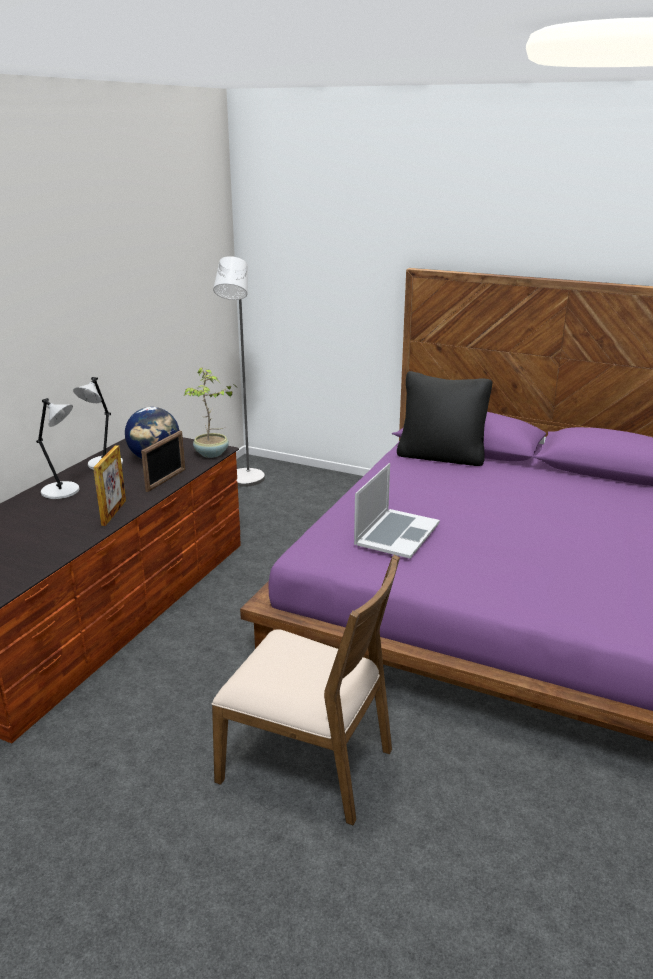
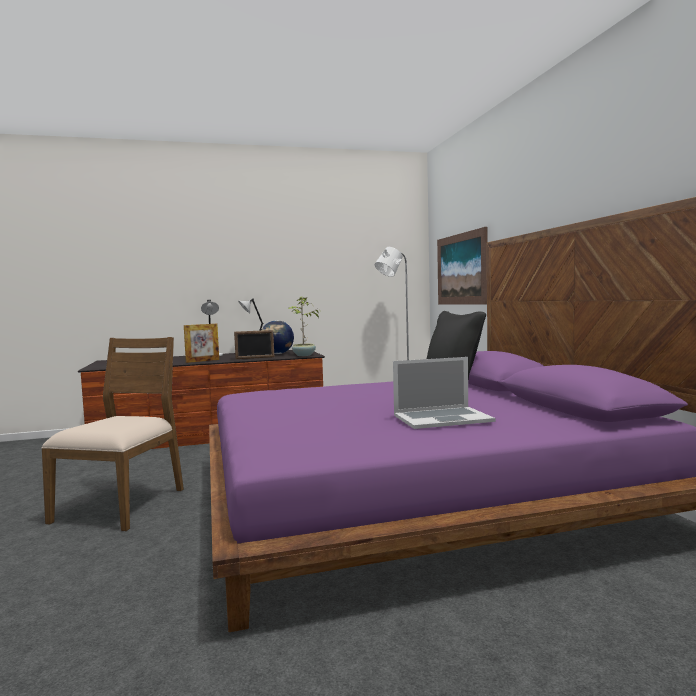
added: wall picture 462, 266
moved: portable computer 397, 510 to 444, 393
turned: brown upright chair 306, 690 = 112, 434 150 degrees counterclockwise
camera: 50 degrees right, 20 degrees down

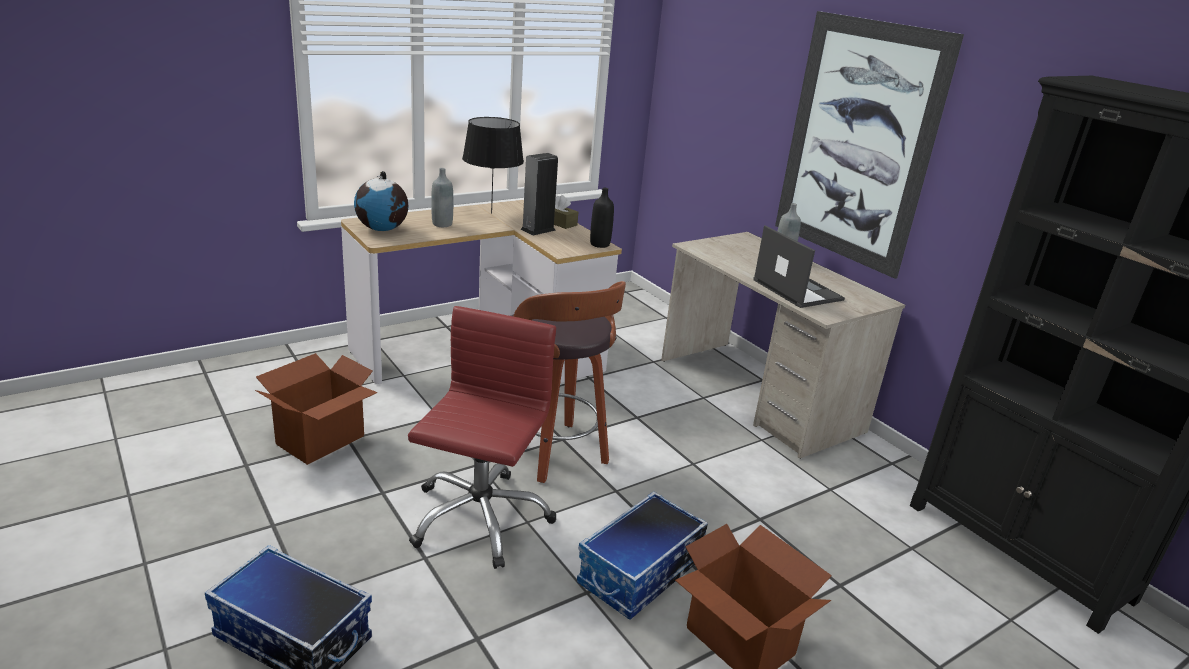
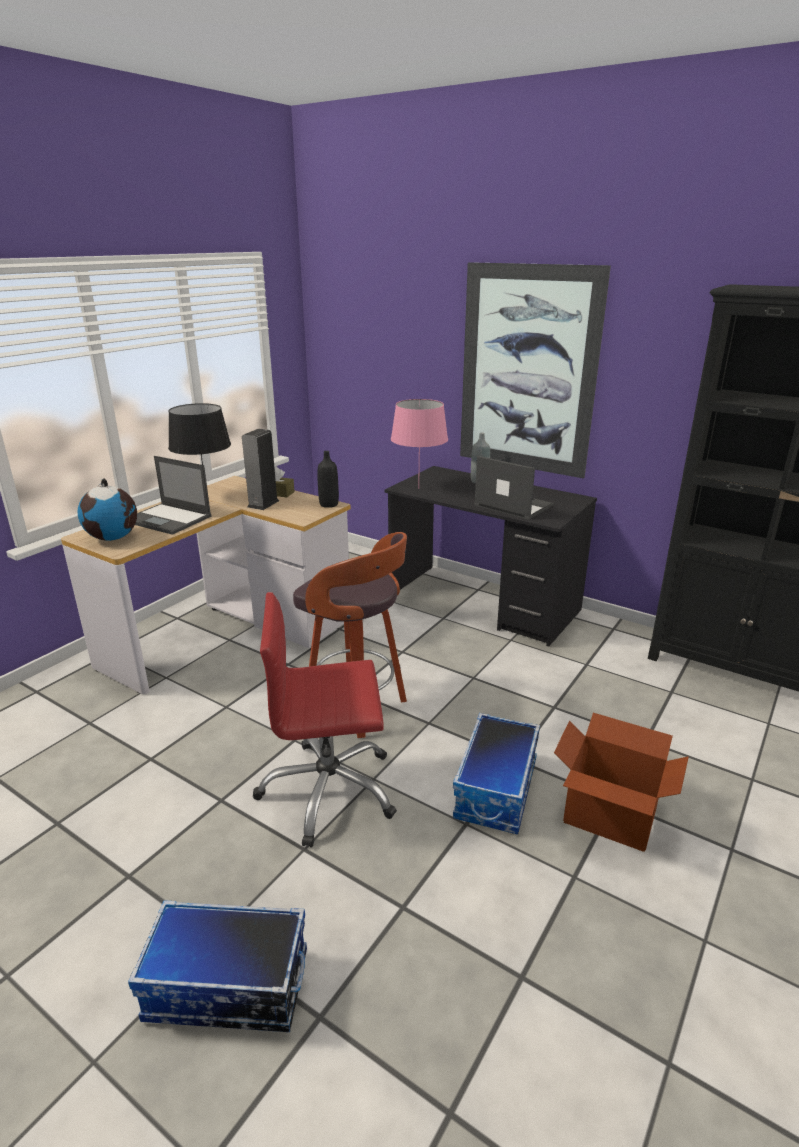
removed: packing box 316, 409
added: pink tabletop lamp 419, 444
replaced: grey beverage bottle 442, 197 to portable computer 173, 495
recoloured: beige desk table 783, 345 to blackish desk table 490, 556
turned: red-coloured desk chair 482, 437 = 325, 719 90 degrees counterclockwise
camera: 20 degrees left, 0 degrees up

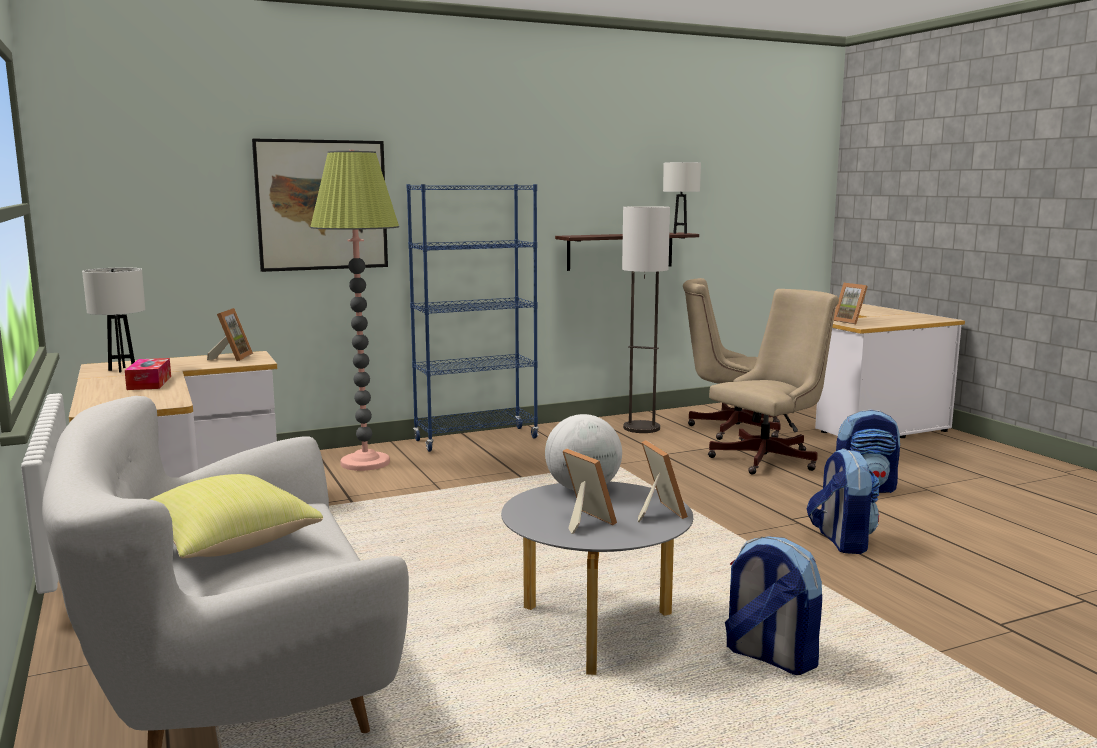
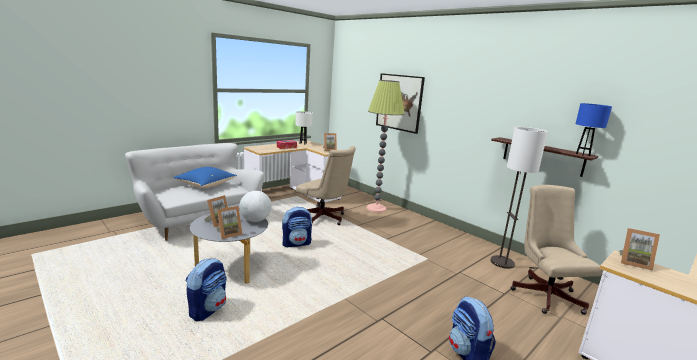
removed: blue-coloured bookshelf 472, 318
moved: beige desk chair 773, 382 to 326, 185; knapsack 843, 501 to 297, 227
recoloured: white-coloured tabletop lamp 682, 198 to blue-coloured tabletop lamp 594, 129; yellowish cushion 236, 516 to blue-coloured cushion 205, 177
turned: photo frame 850, 303 = 639, 249 105 degrees counterclockwise
camera: 70 degrees right, 5 degrees up

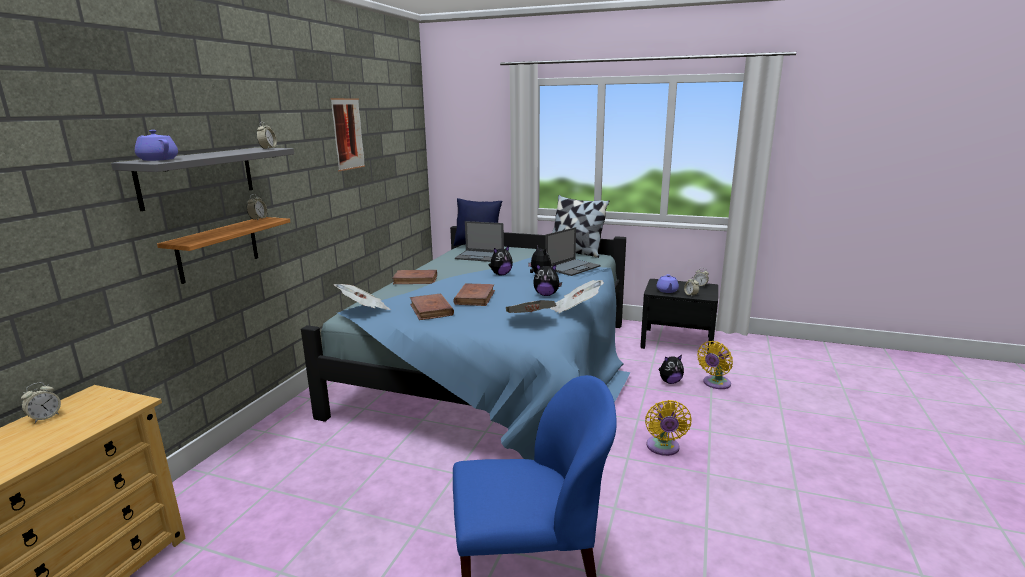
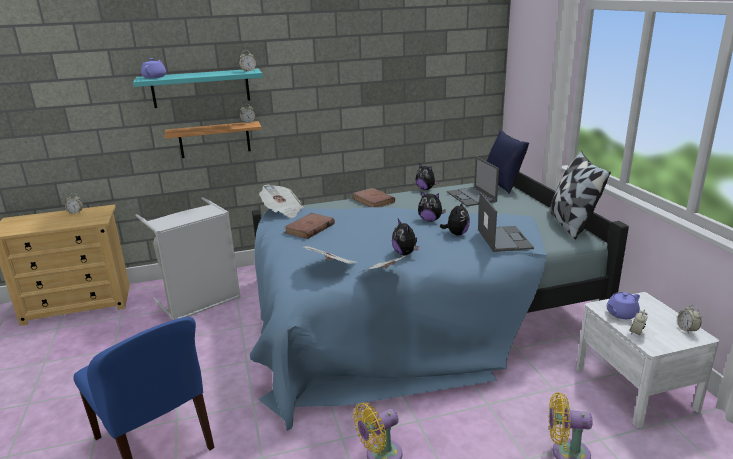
removed: wall picture 347, 134; brown volume 474, 294
added: grey washing basket 188, 258
moved: plush toy 671, 369 to 427, 177
recoloured: grey shelf 202, 179 to turquoise shelf 198, 88; blackish bedside table 679, 316 to white-coloured bedside table 647, 360
turned: portable computer 573, 251 = 506, 222 105 degrees counterclockwise
camera: 55 degrees right, 5 degrees up

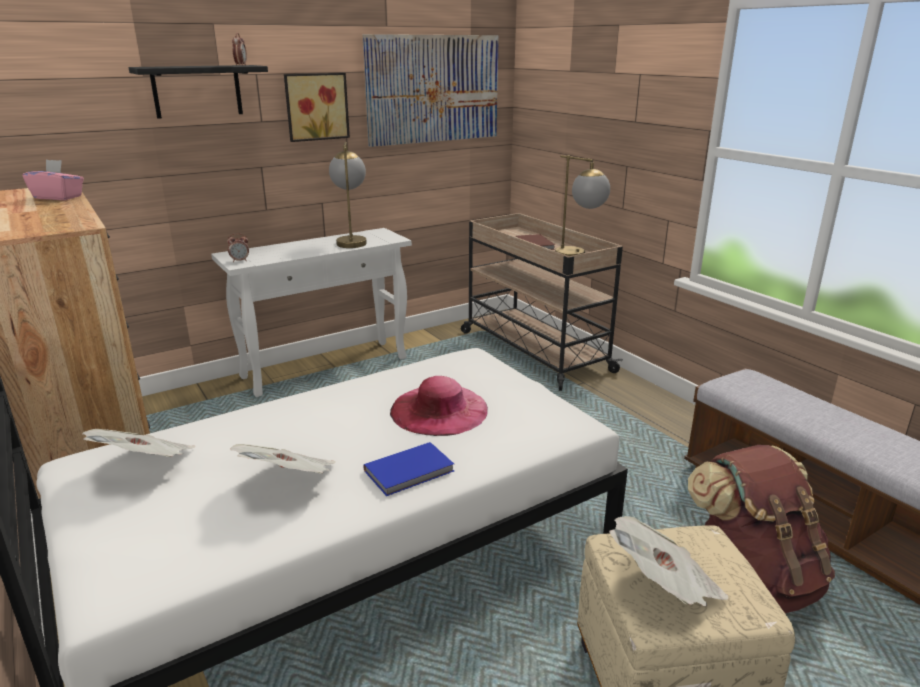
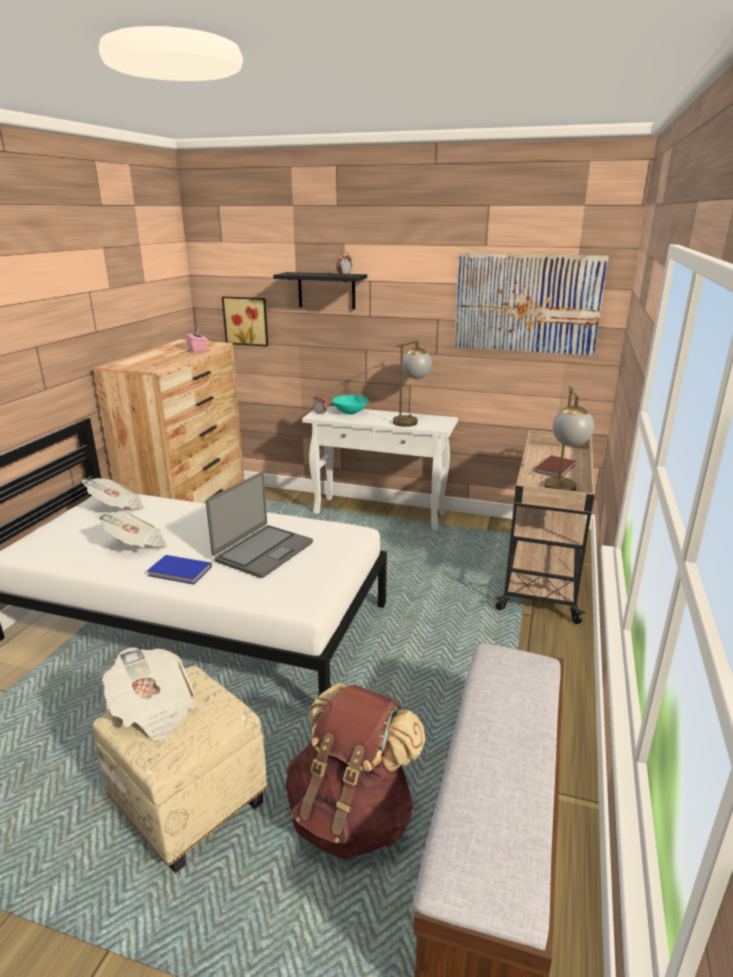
added: turquoise deep dish 350, 405
moved: wall picture 317, 107 to 245, 321
replaced: pink clothing hat 439, 406 to portable computer 259, 525
camera: 50 degrees right, 0 degrees up

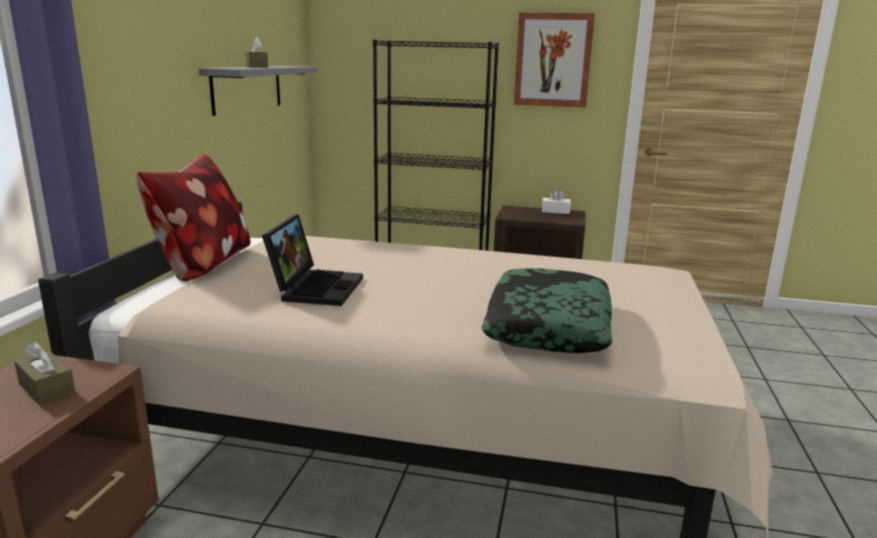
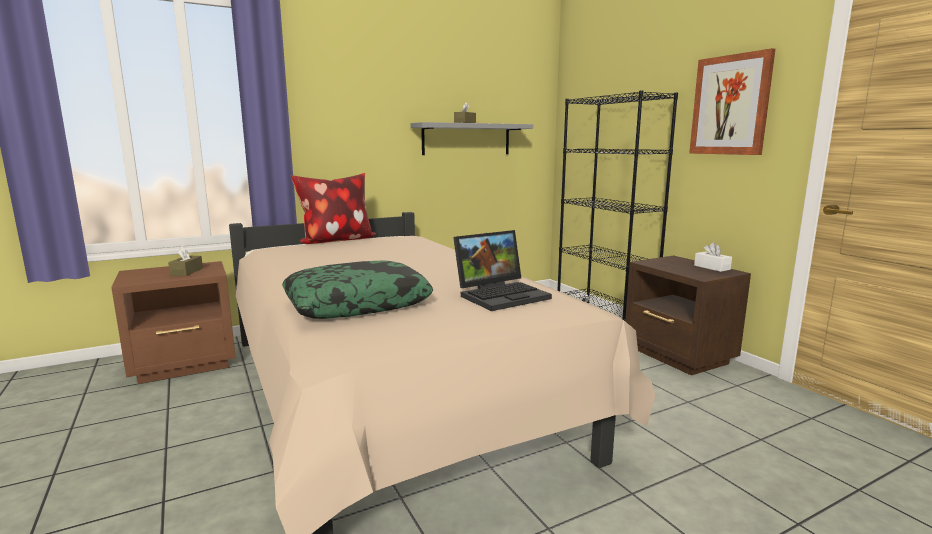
moved: portable computer 312, 260 to 502, 270
camera: 50 degrees right, 5 degrees down

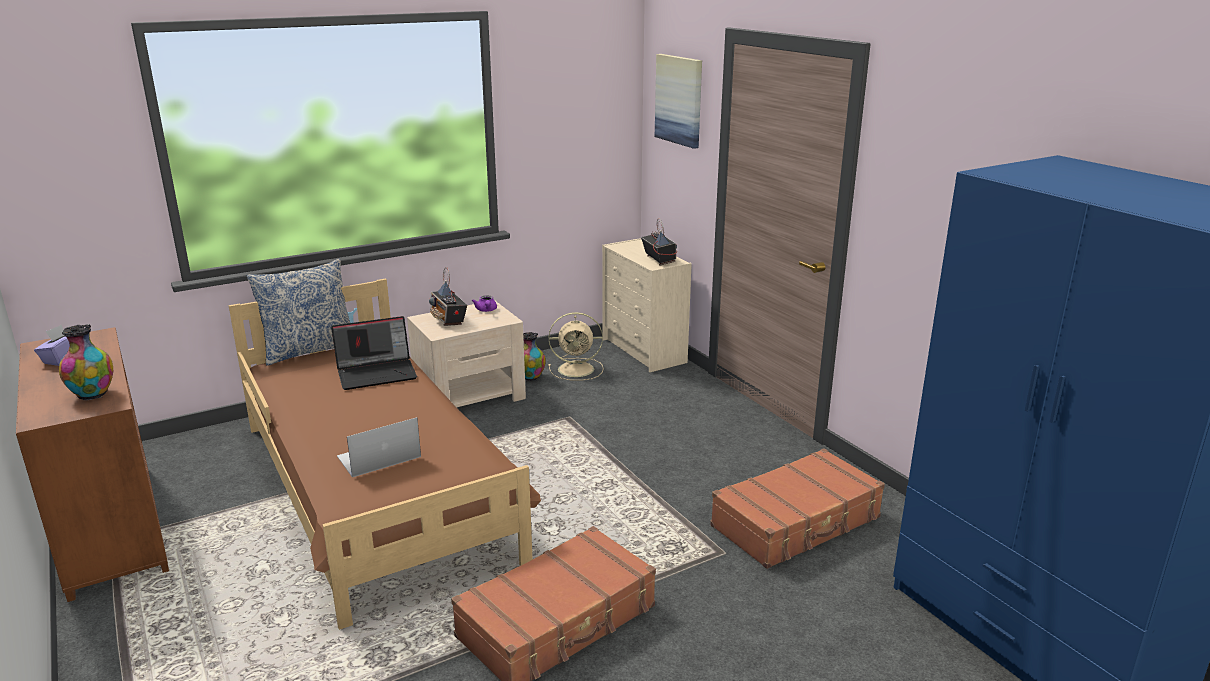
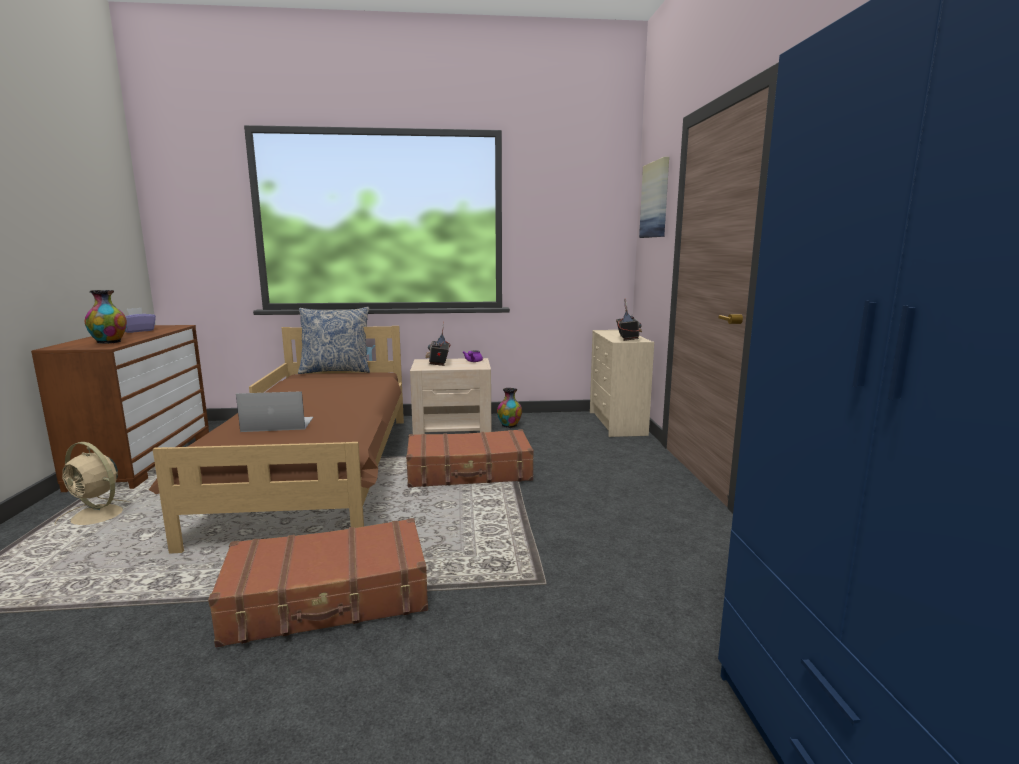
removed: portable computer 374, 353
moved: beige cooling fan 576, 346 to 91, 483; brown travel case 797, 508 to 470, 458
camera: 25 degrees right, 10 degrees down

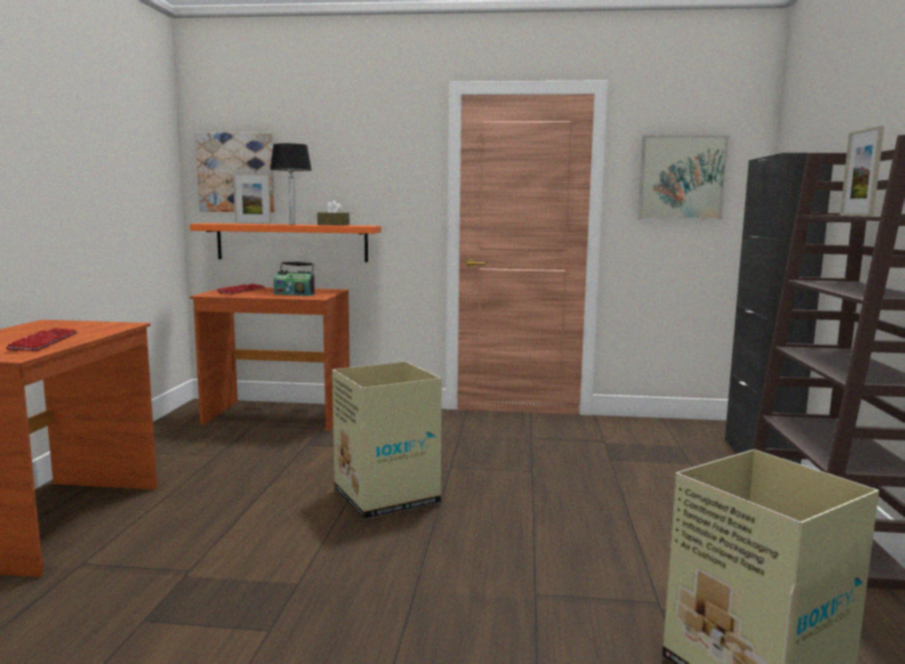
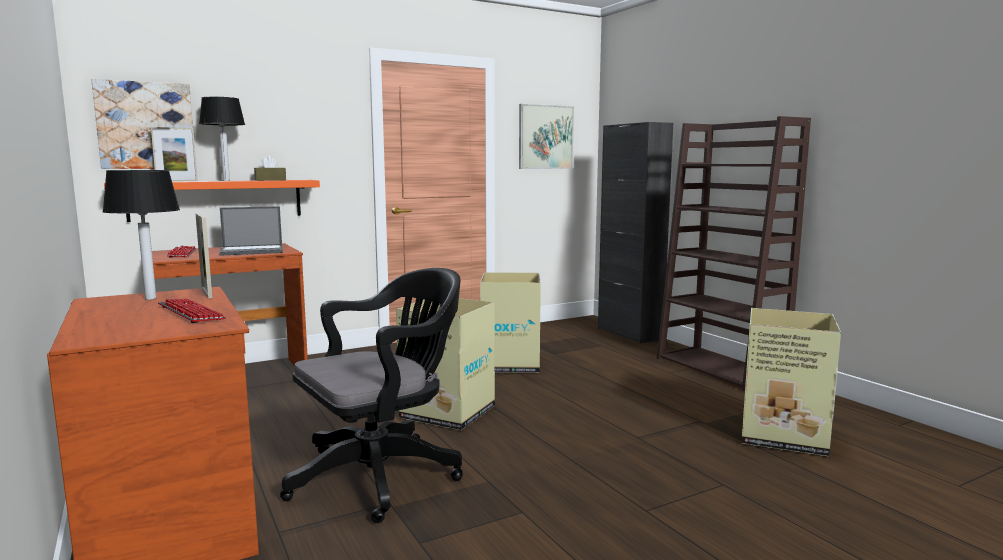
added: tabletop lamp 141, 235; blackish desk chair 371, 395; packing box 510, 322
moved: photo frame 862, 171 to 203, 255
replaced: radio set 294, 278 to portable computer 251, 231
camera: 35 degrees left, 0 degrees up

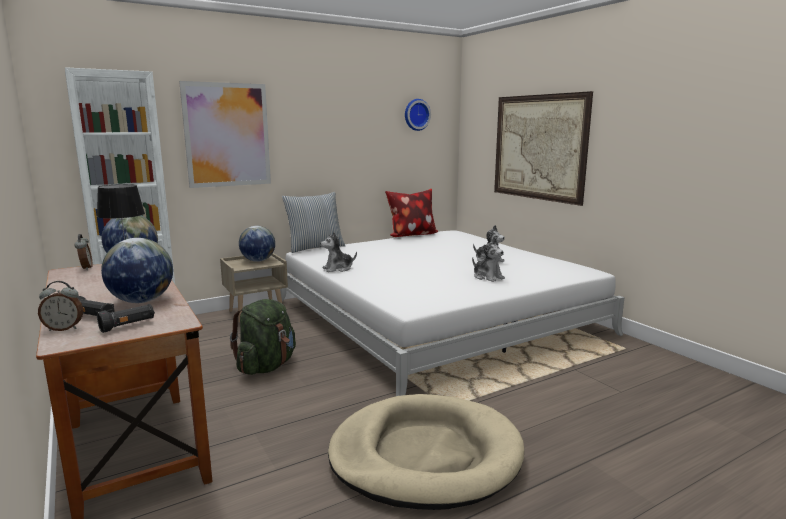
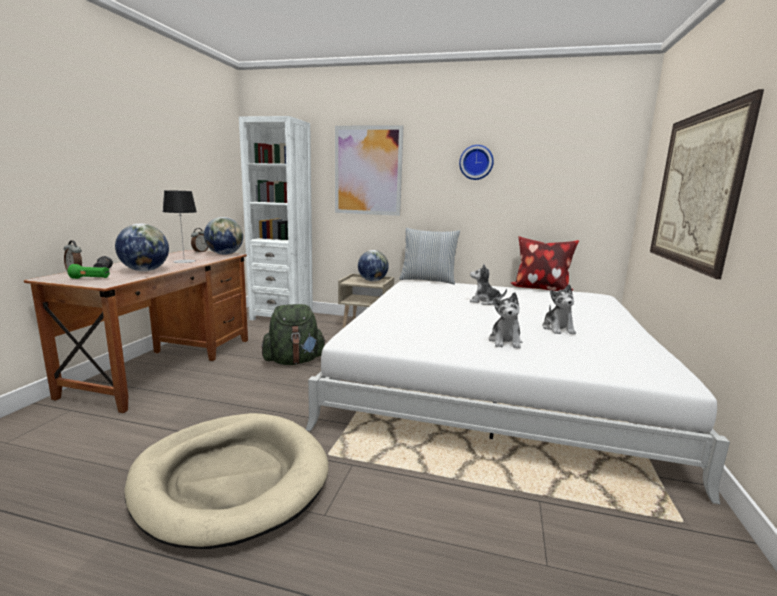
moved: hanging clock 418, 115 to 476, 162; plush toy 338, 252 to 488, 284
recoloured: blackish hand torch 126, 318 to green-coloured hand torch 89, 271
camera: 45 degrees right, 0 degrees up

